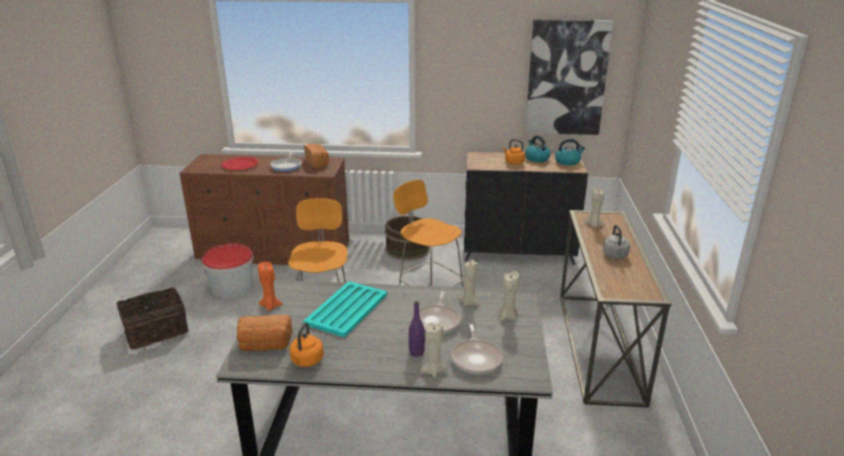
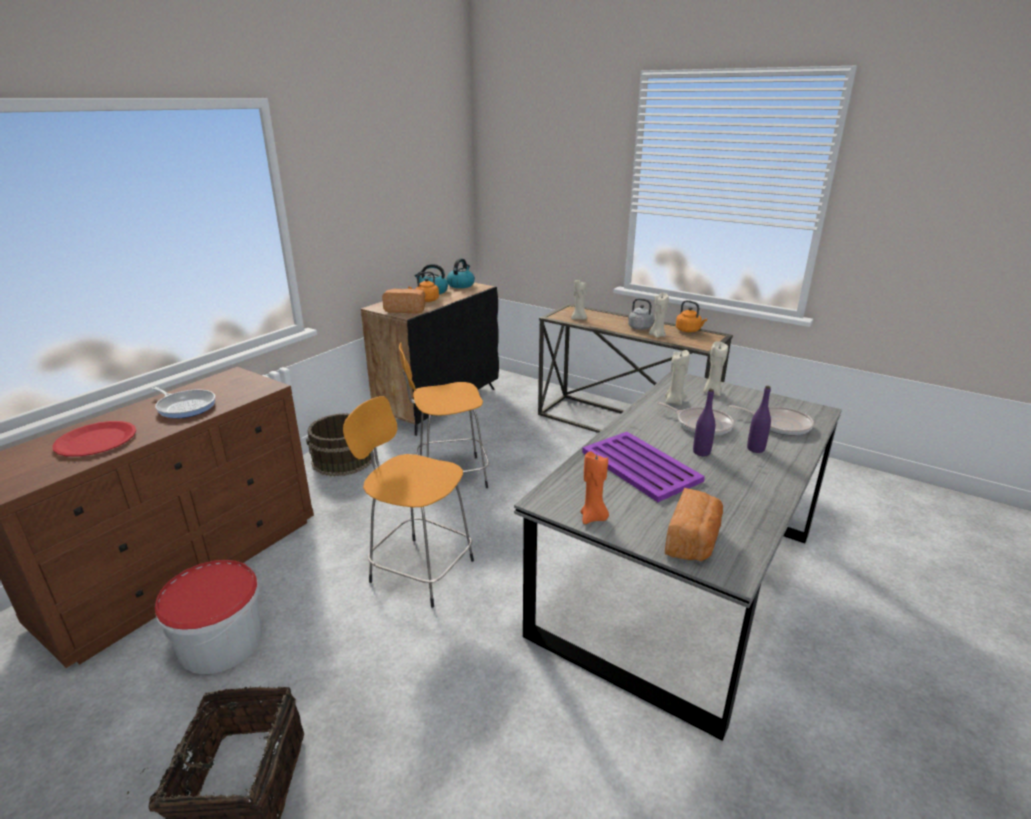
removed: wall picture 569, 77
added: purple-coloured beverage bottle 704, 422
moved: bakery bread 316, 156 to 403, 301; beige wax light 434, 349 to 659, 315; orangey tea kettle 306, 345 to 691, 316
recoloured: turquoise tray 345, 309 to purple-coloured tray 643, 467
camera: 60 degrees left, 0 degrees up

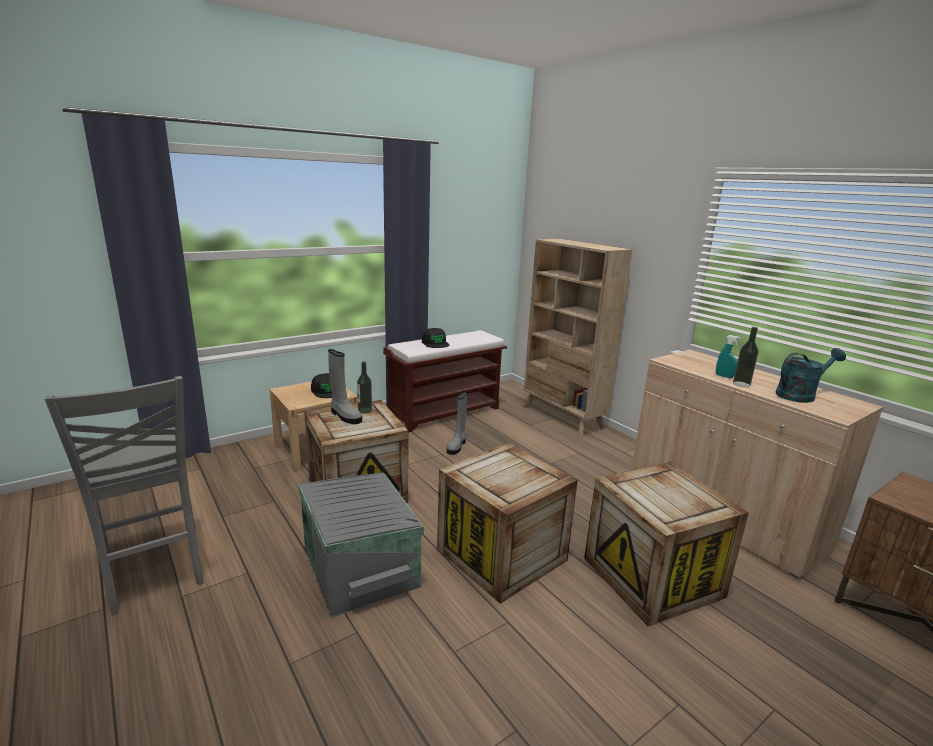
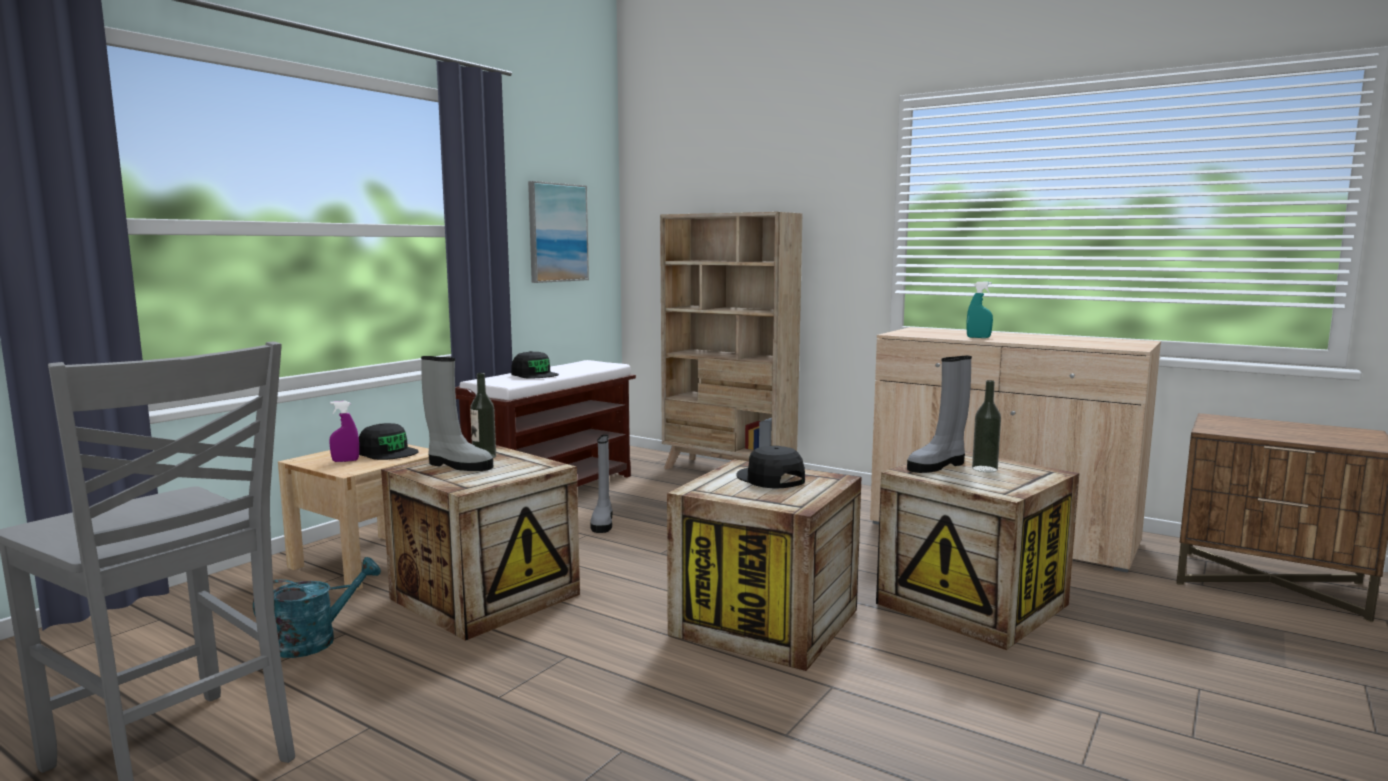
removed: grey storage box 361, 545
added: wall picture 558, 232; grey boot 939, 414; purple-coloured spray bottle 344, 431; blackish peaked cap 770, 467
moved: beverage bottle 745, 357 to 986, 426; turquoise watering can 811, 375 to 317, 607
camera: 20 degrees left, 10 degrees down

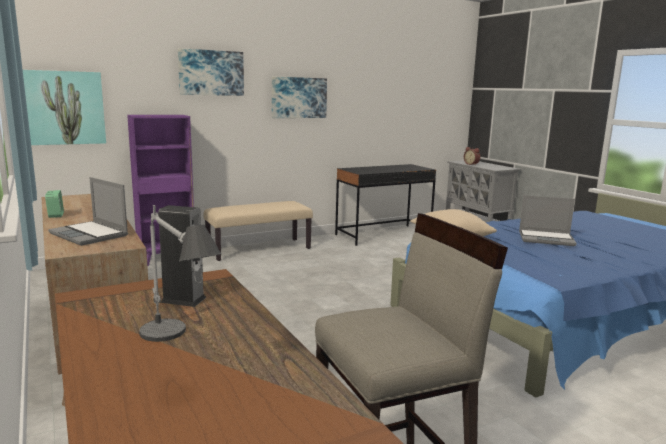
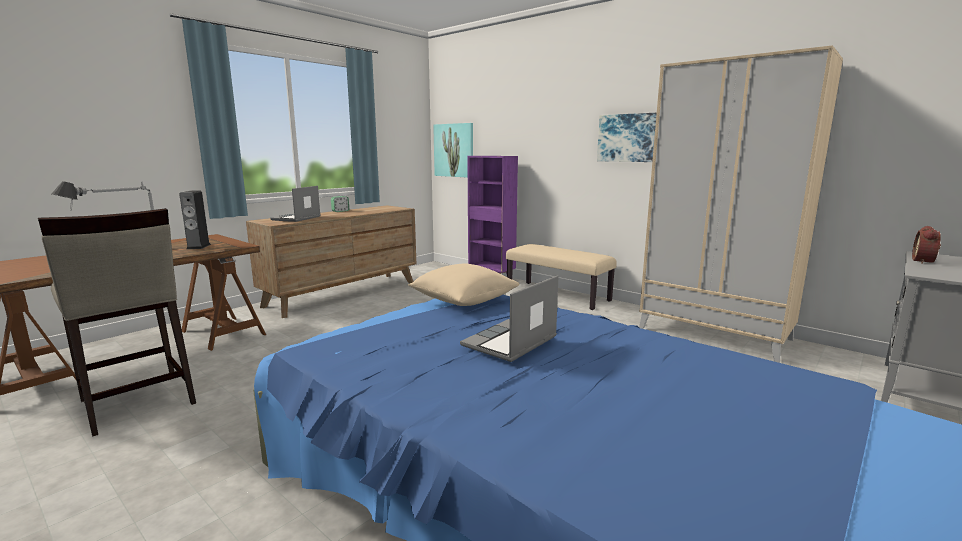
removed: wall picture 211, 72
replaced: blackish desk table 385, 205 to beige armoire 741, 204
turned: portable computer 548, 220 = 509, 318 45 degrees clockwise
camera: 70 degrees right, 0 degrees up

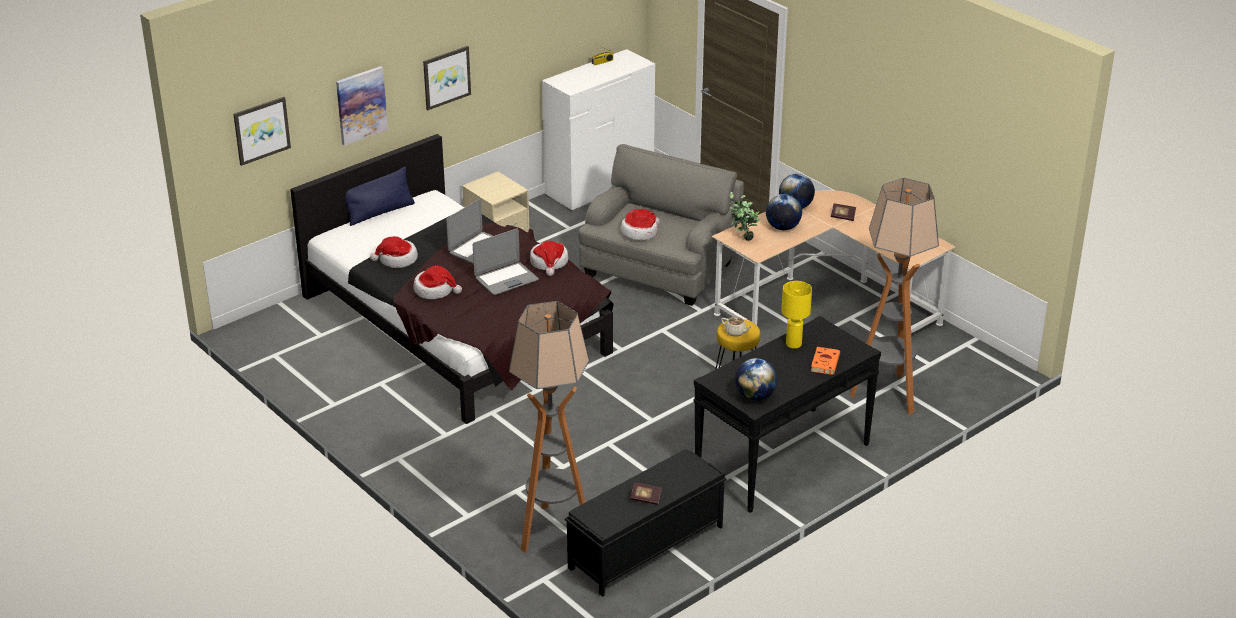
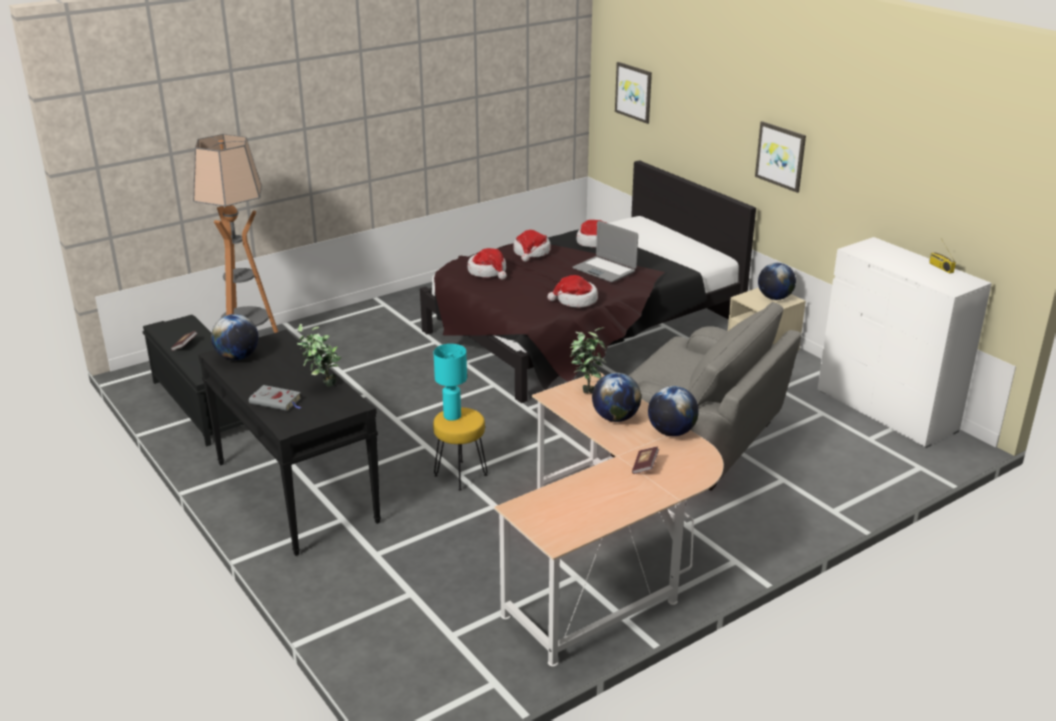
removed: wall picture 362, 106; blue-coloured cushion 380, 196; standard lamp 894, 296; portable computer 506, 261
added: globe 777, 281
moved: clothing hat 640, 224 to 487, 264
replaced: yellowish tabletop lamp 796, 315 to houseplant 319, 355; beige pot for tea 736, 327 to turquoise tabletop lamp 450, 382
recoloured: orangey volume 825, 361 to grey volume 275, 398
camera: 95 degrees right, 5 degrees down

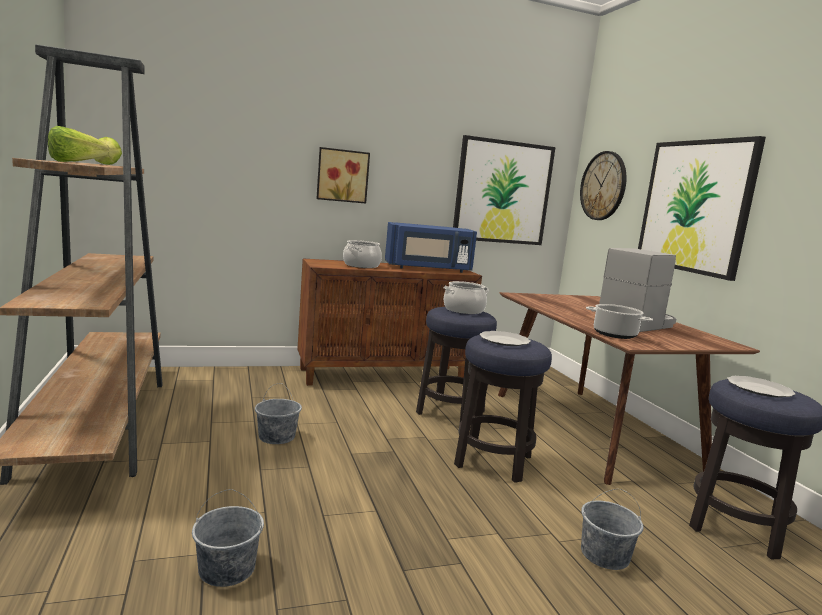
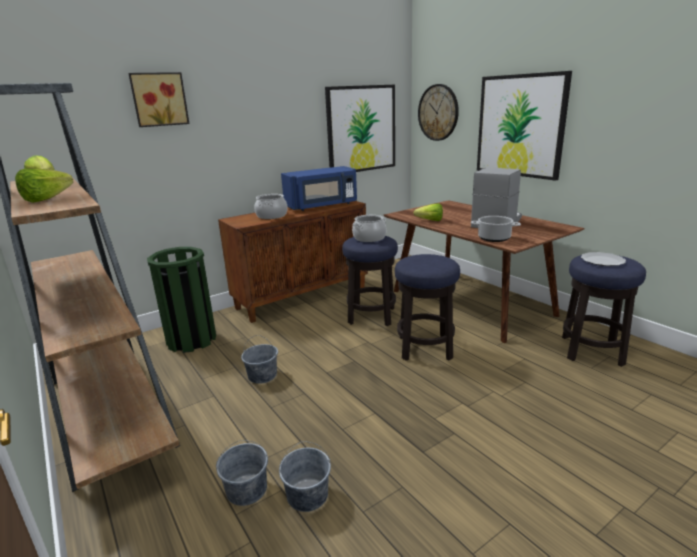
removed: flat dish 505, 338
added: head of lettuce 428, 212; green-coloured trash can 181, 300
moved: wall picture 343, 175 to 159, 99; grey pail 612, 529 to 242, 473
camera: 15 degrees left, 10 degrees up

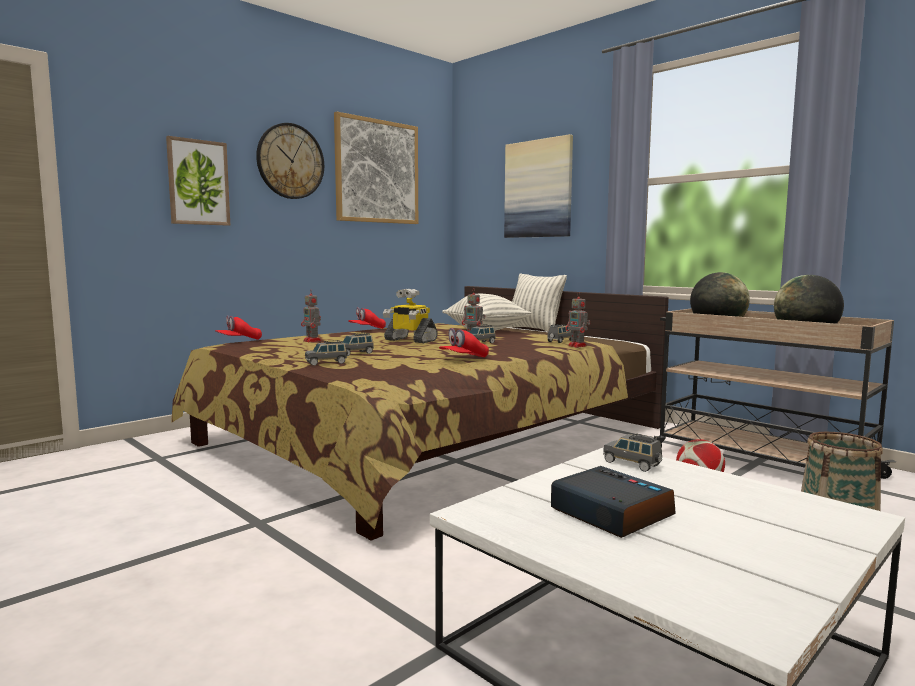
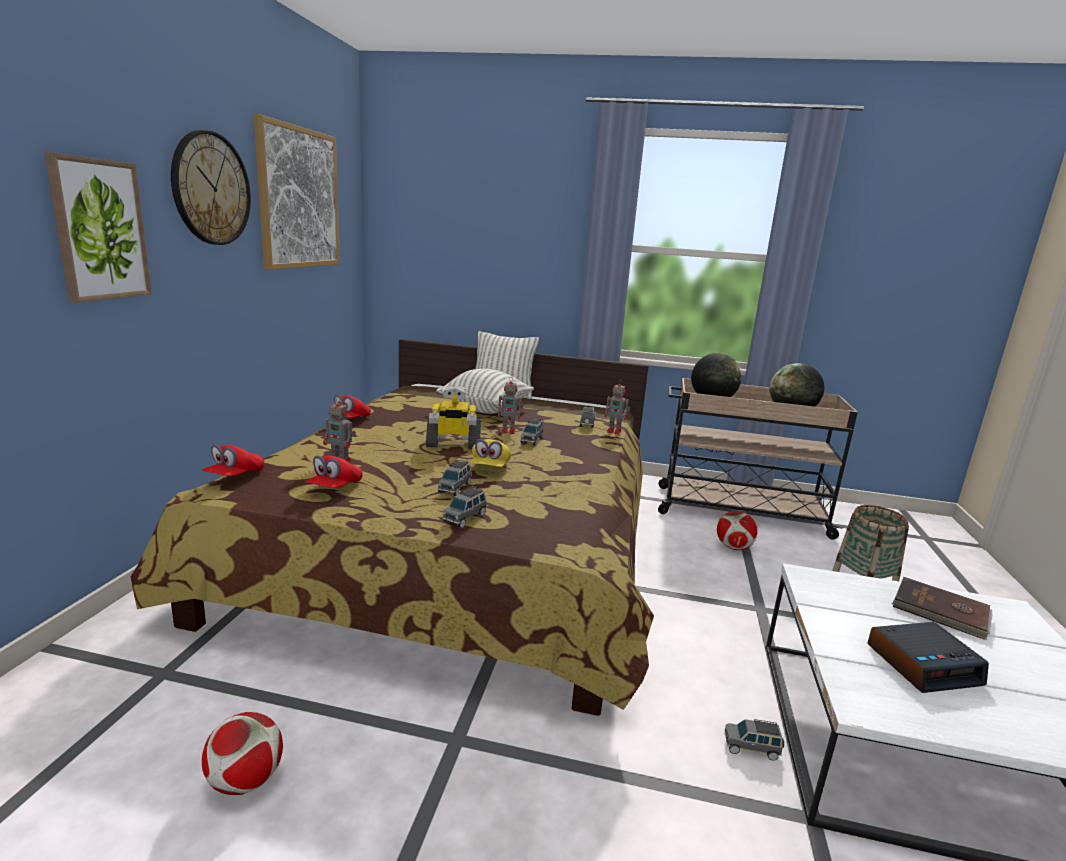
removed: wall picture 538, 186
added: yellowish peaked cap 491, 453; brown volume 942, 608; ball for football 242, 753
moved: red-coloured peaked cap 464, 342 to 334, 471; grey miniature car 632, 453 to 754, 740
turned: alarm clock 613, 502 = 928, 657 150 degrees clockwise
camera: 35 degrees left, 10 degrees up

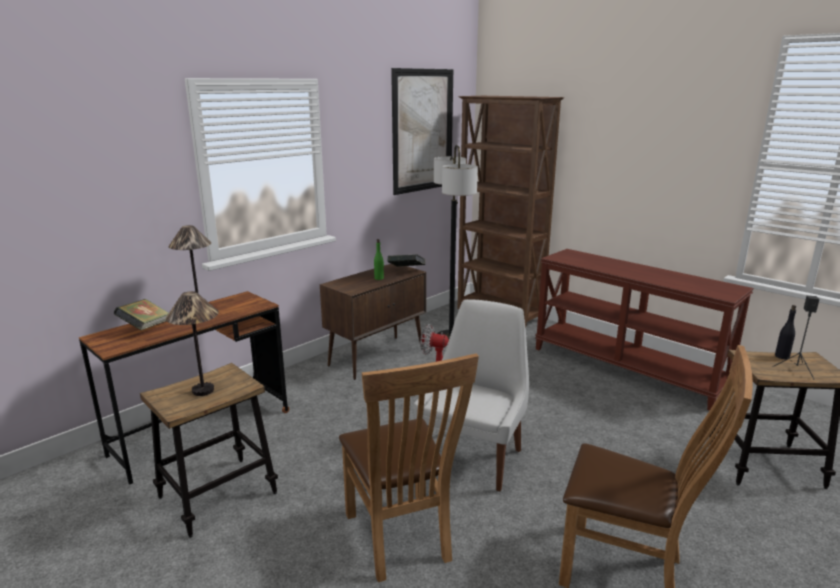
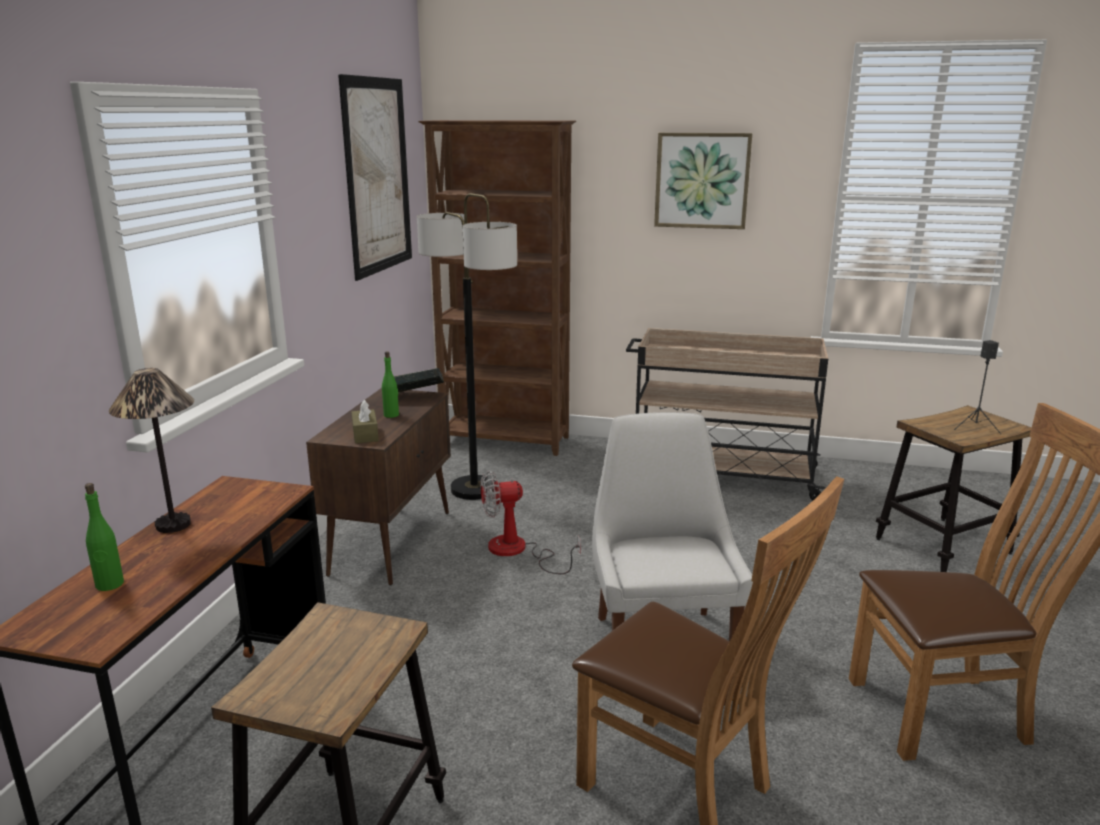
removed: tabletop lamp 192, 343; blackish beverage bottle 785, 332
added: wall picture 703, 181; brown tissue holder 365, 422
replaced: brown hall table 644, 330 to beige trolley 727, 414; volume 141, 314 to green-coloured beverage bottle 104, 537
camera: 30 degrees left, 0 degrees up

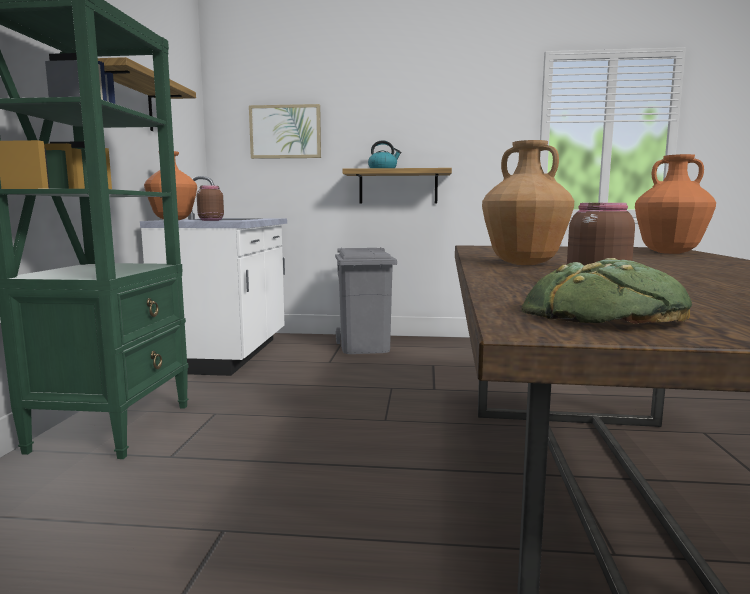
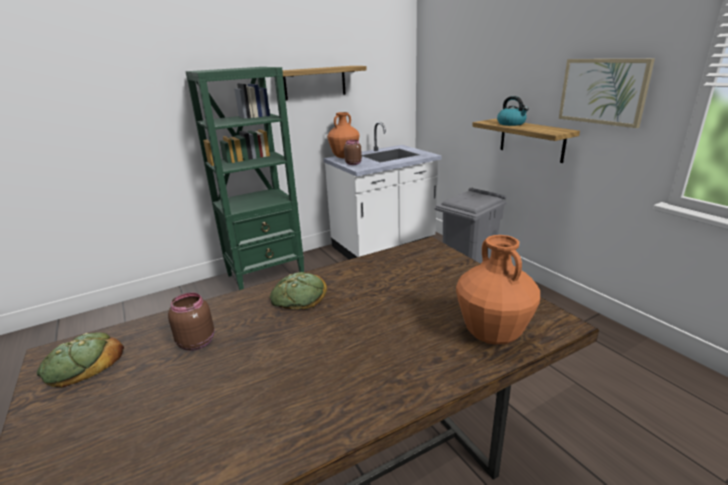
moved: wall picture 285, 131 to 607, 93
replaced: brown decorative vase 528, 202 to bakery bread 298, 290
camera: 55 degrees right, 15 degrees up

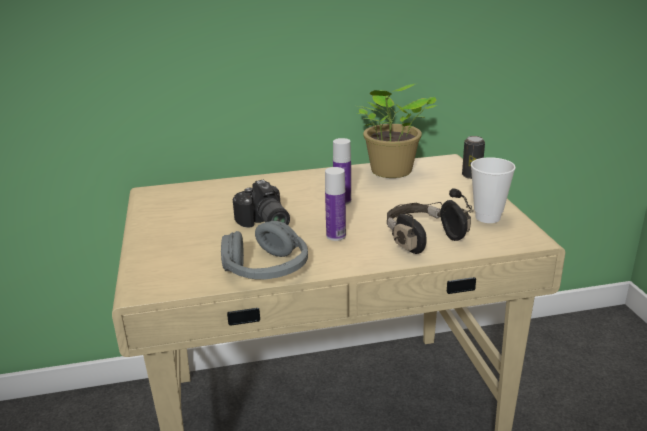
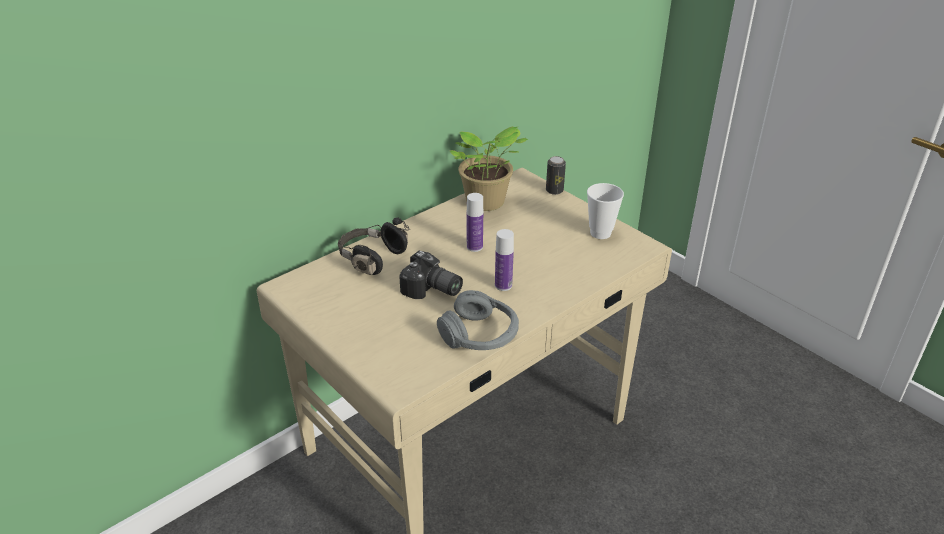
moved: blackish headset 430, 221 to 374, 246
camera: 30 degrees left, 10 degrees up

